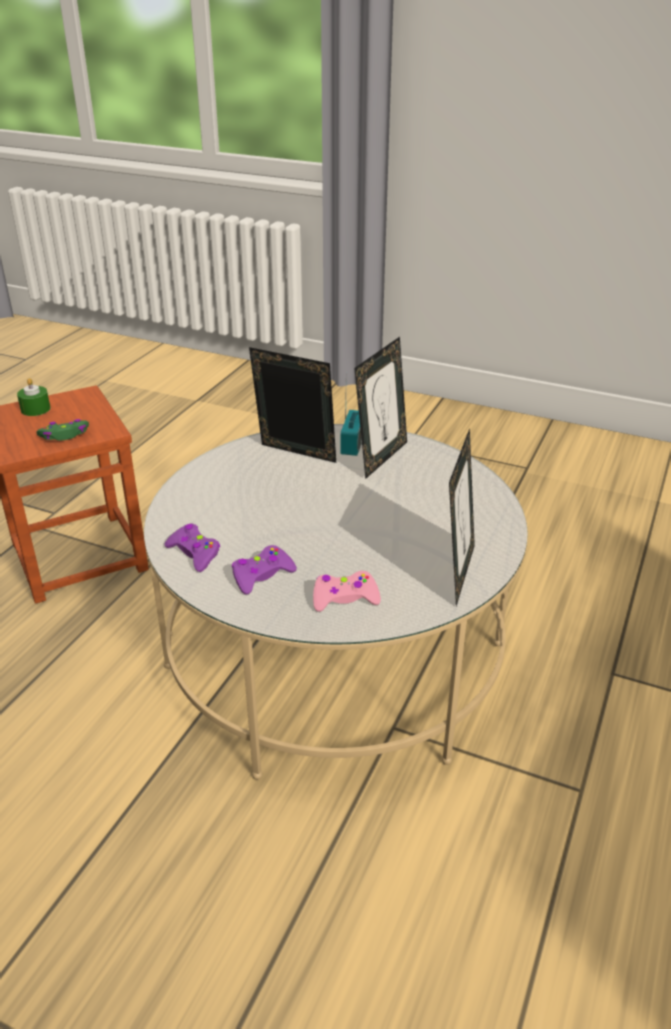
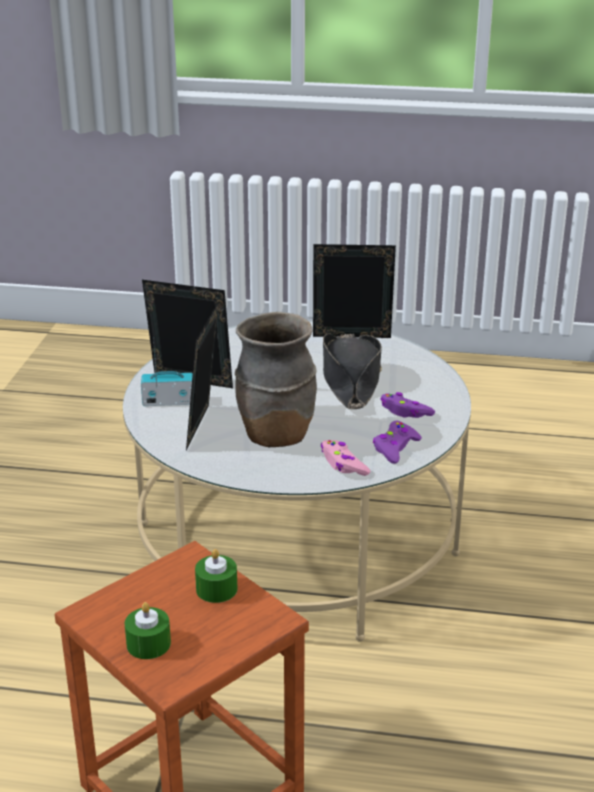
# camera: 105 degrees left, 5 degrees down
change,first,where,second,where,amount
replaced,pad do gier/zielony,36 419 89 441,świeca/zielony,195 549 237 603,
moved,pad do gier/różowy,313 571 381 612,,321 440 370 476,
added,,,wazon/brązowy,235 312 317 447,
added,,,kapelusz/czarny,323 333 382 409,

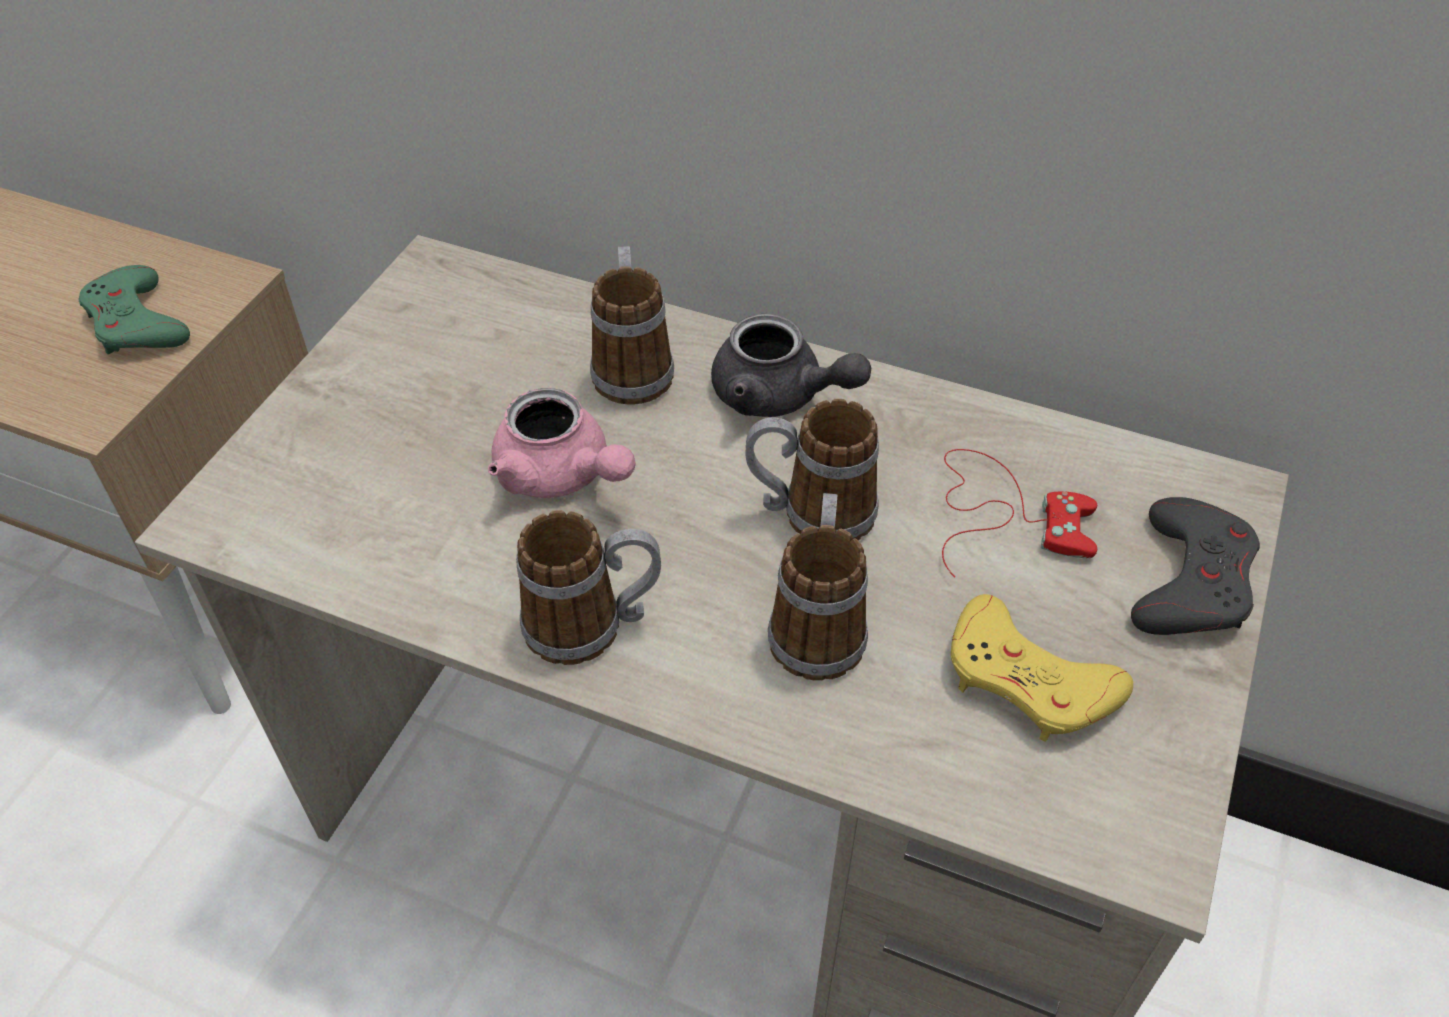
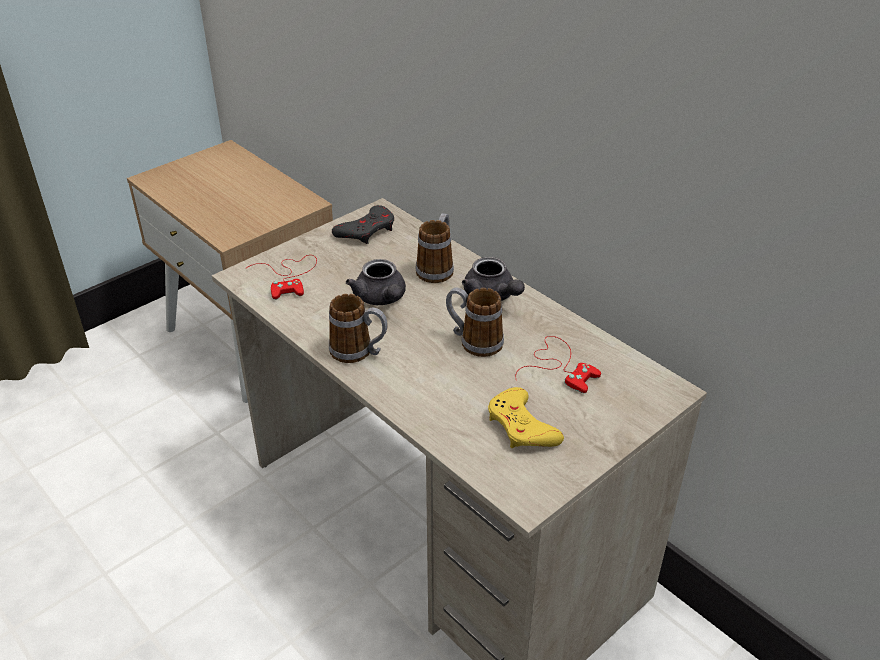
# camera: 25 degrees right, 10 degrees down
change,first,where,second,where,amount
removed,pad do gier/zielony,78 265 190 354,,,
recoloured,imbryk/różowy,488 388 636 498,imbryk/szary,346 259 406 305,
removed,kubek,768 493 868 681,,,
moved,pad do gier/szary,1131 497 1260 635,,332 205 394 244,
added,,,pad do gier/czerwony,247 255 317 300,

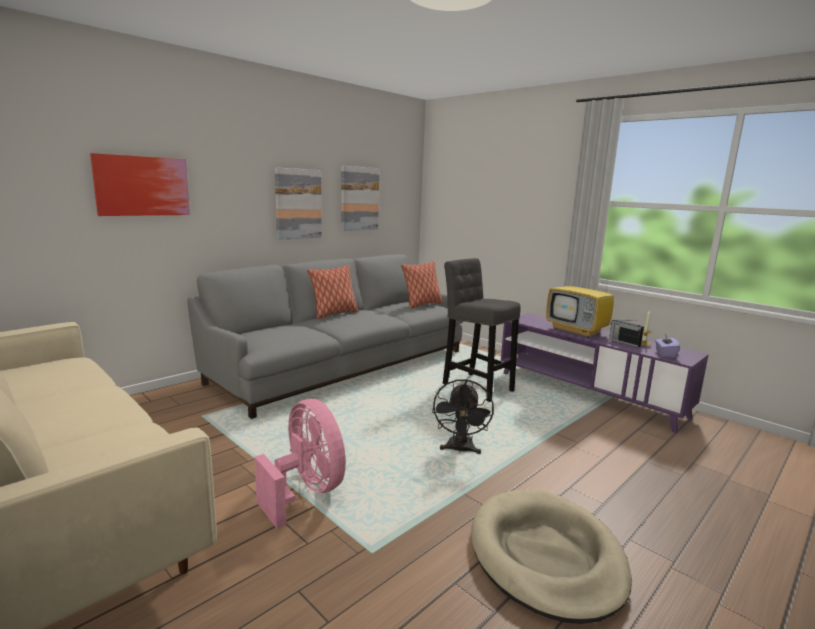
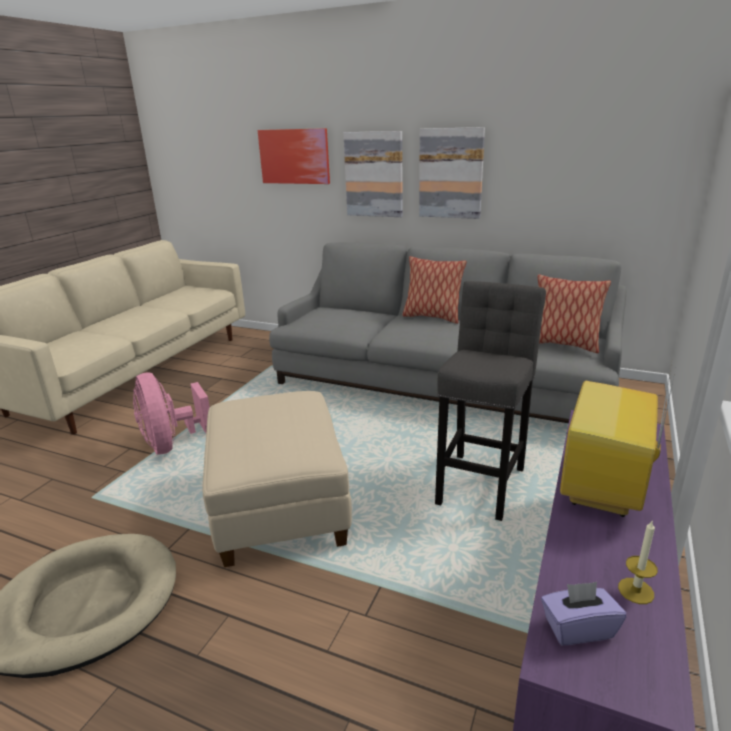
# camera: 70 degrees right, 10 degrees up
change,first,where,second,where,amount
turned,wentylator/różowy,254 399 346 529,,133 372 210 454,120 degrees clockwise
moved,obraz,341 166 379 231,,343 131 403 217,
replaced,wentylator/czarny,432 379 494 454,pufa/beżowy,202 391 352 567,
removed,radio,609 320 644 347,,,

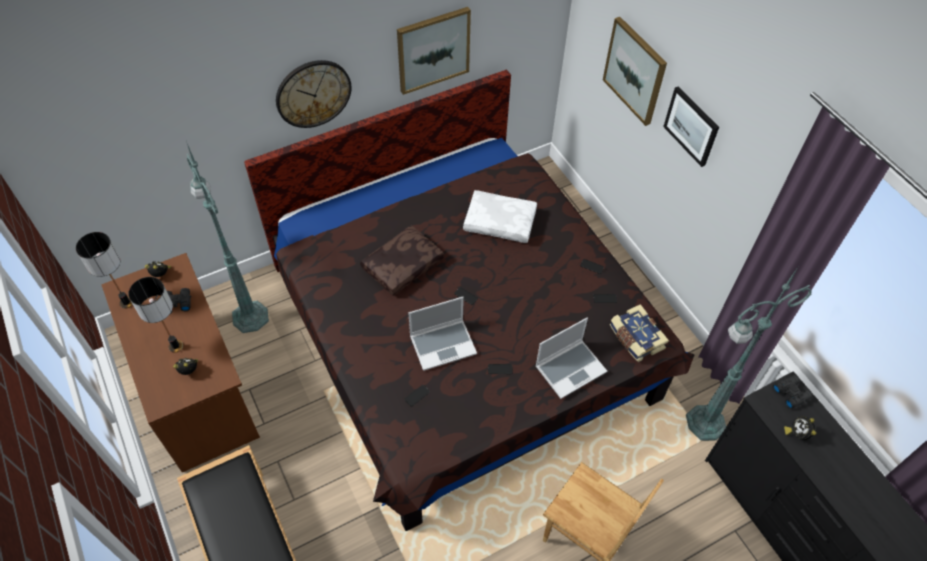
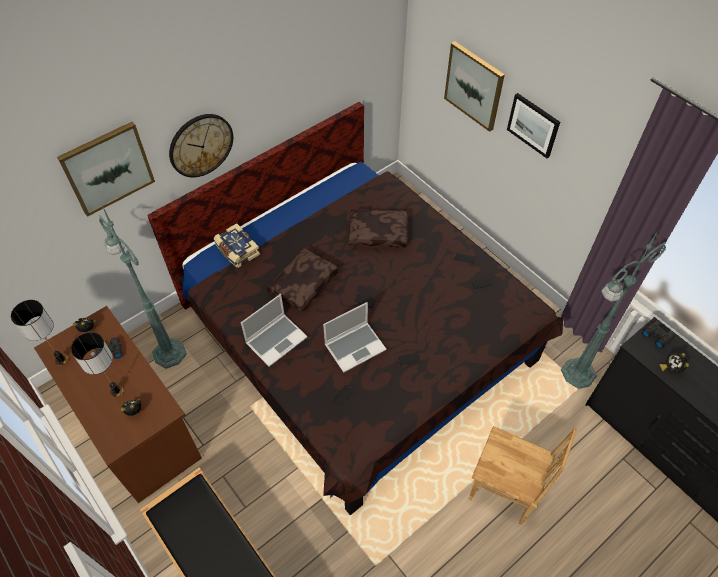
# camera: 10 degrees left, 0 degrees up
change,first,where,second,where,amount
moved,obraz,397 7 471 95,,57 122 155 217,
recoloured,poduszka/biały,463 190 537 243,poduszka/brązowy,349 209 407 248,
moved,laptop,536 317 607 399,,241 294 307 367,
moved,książka,610 304 669 362,,214 223 260 268,

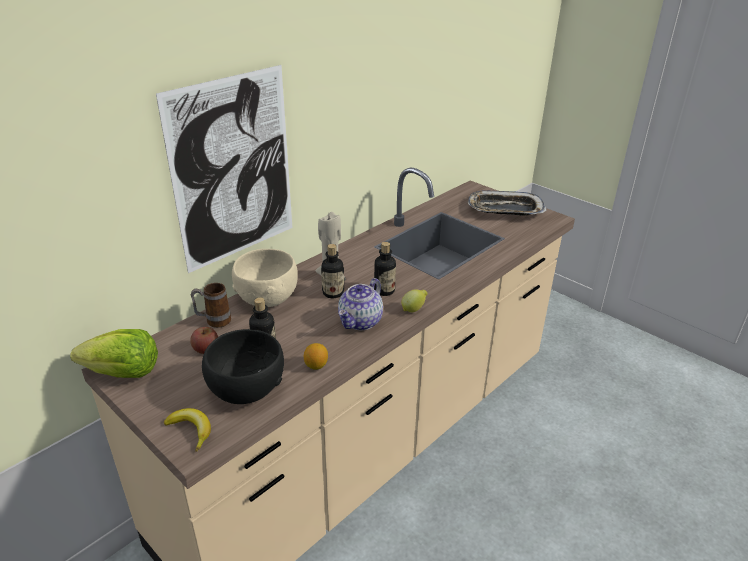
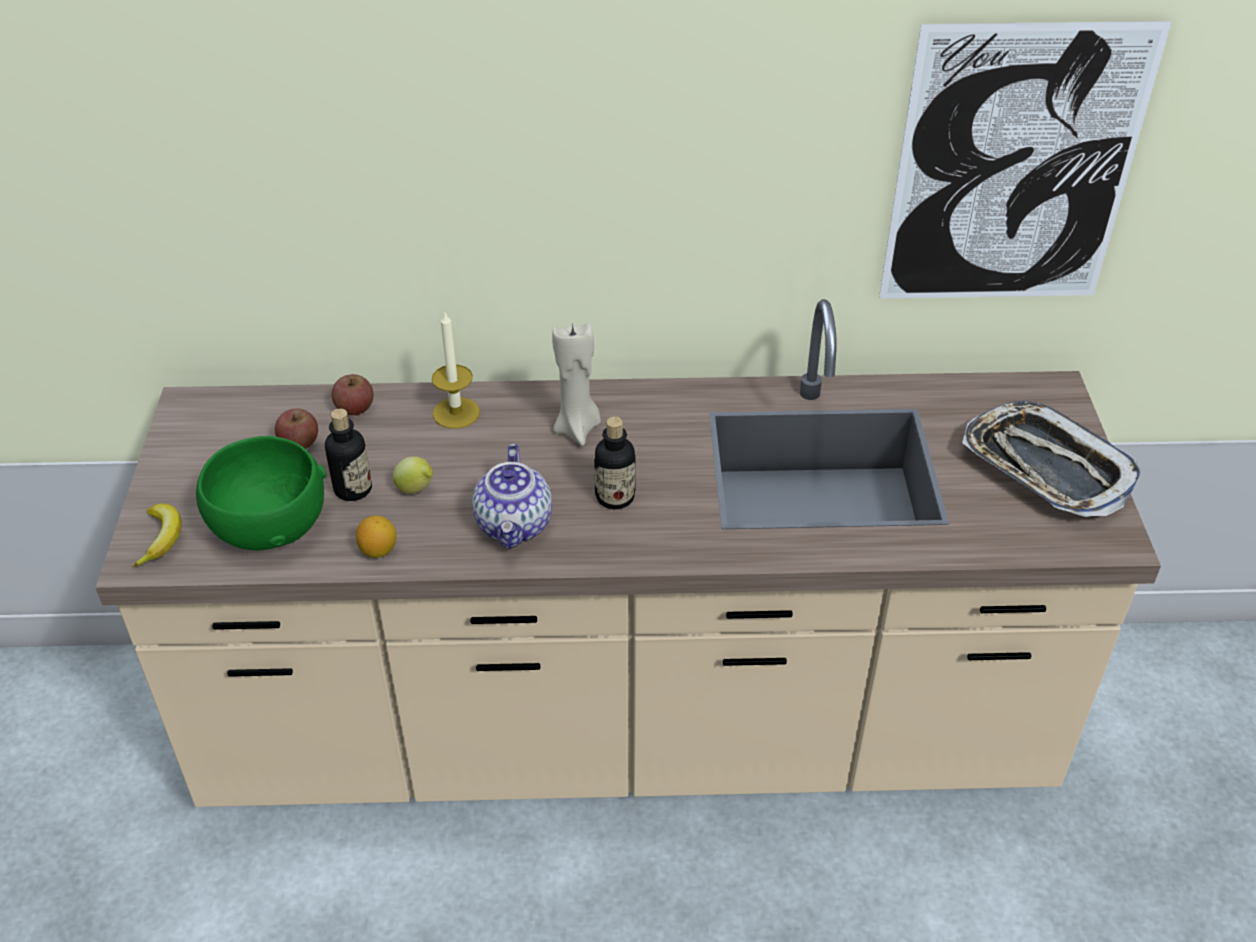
# camera: 45 degrees right, 10 degrees up
change,first,where,second,where,amount
removed,sałata,70 329 158 378,,,
moved,obraz,156 65 292 273,,879 21 1172 299,
replaced,kubek,191 283 231 328,jabłko,332 374 373 415,
recoloured,miska/czarny,202 329 284 404,miska/zielony,196 436 326 550,
replaced,miska/beżowy,232 249 298 307,świeca,432 312 480 429,
removed,butelka,321 244 344 298,,,
turned,imbryk,338 278 383 330,,472 444 552 549,75 degrees counterclockwise
moved,cytryna,401 289 428 312,,393 457 433 494,

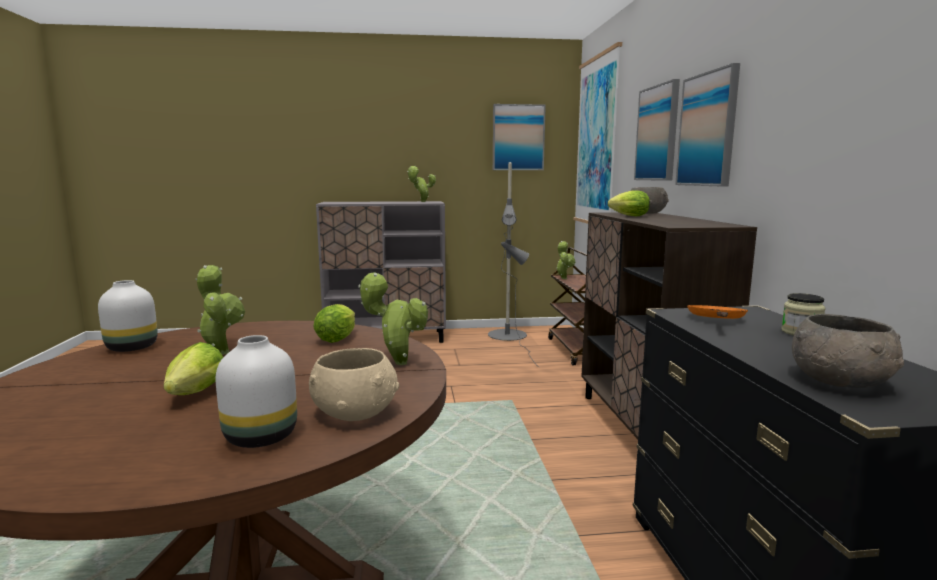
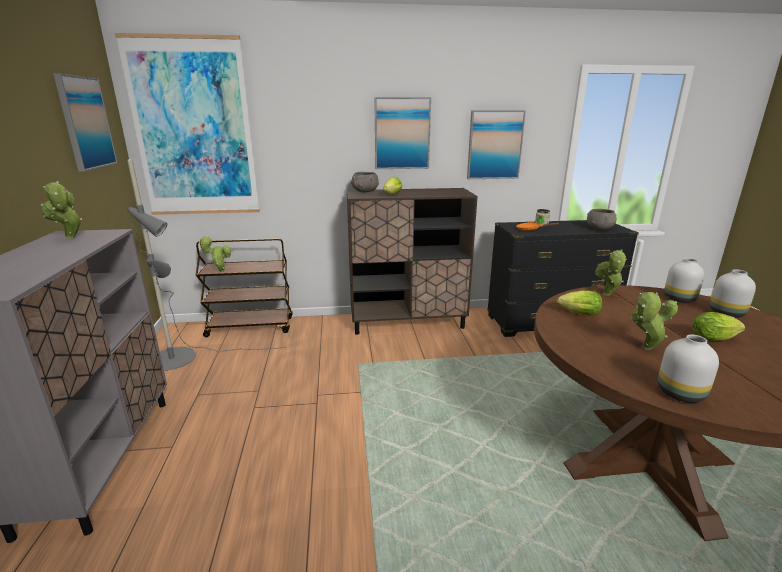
# camera: 90 degrees left, 10 degrees up
change,first,where,second,where,amount
replaced,miska/beżowy,309 348 399 421,wazon/biały,664 258 704 303,
moved,obraz,634 79 680 181,,467 110 526 179,

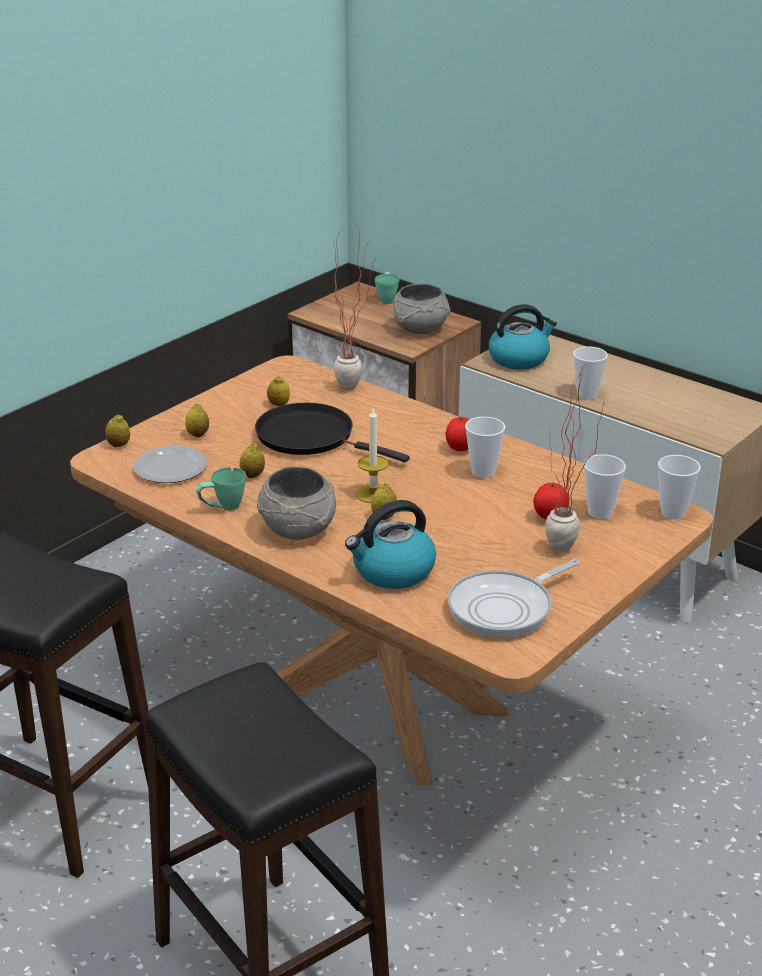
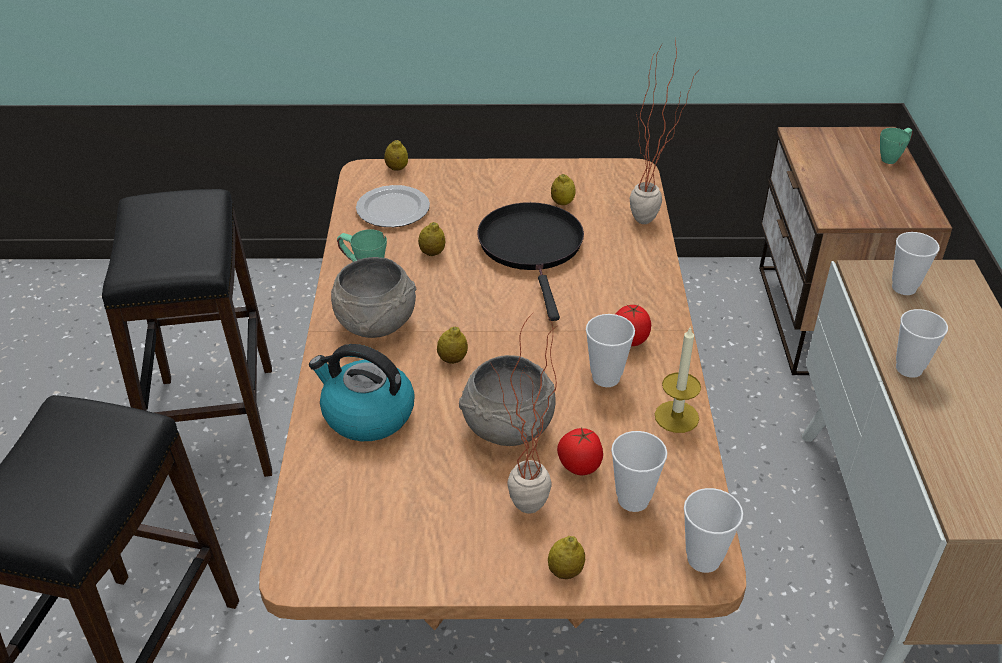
# camera: 50 degrees right, 10 degrees up
change,first,where,second,where,amount
moved,cytryna,185 404 209 437,,548 536 585 579,
moved,świeca,355 409 389 503,,655 326 701 433,
moved,miska/szary,393 284 450 334,,459 355 556 446,
removed,patelnia,448 559 580 638,,,
replaced,czajnik,489 304 557 370,filiżanka,892 232 940 295,

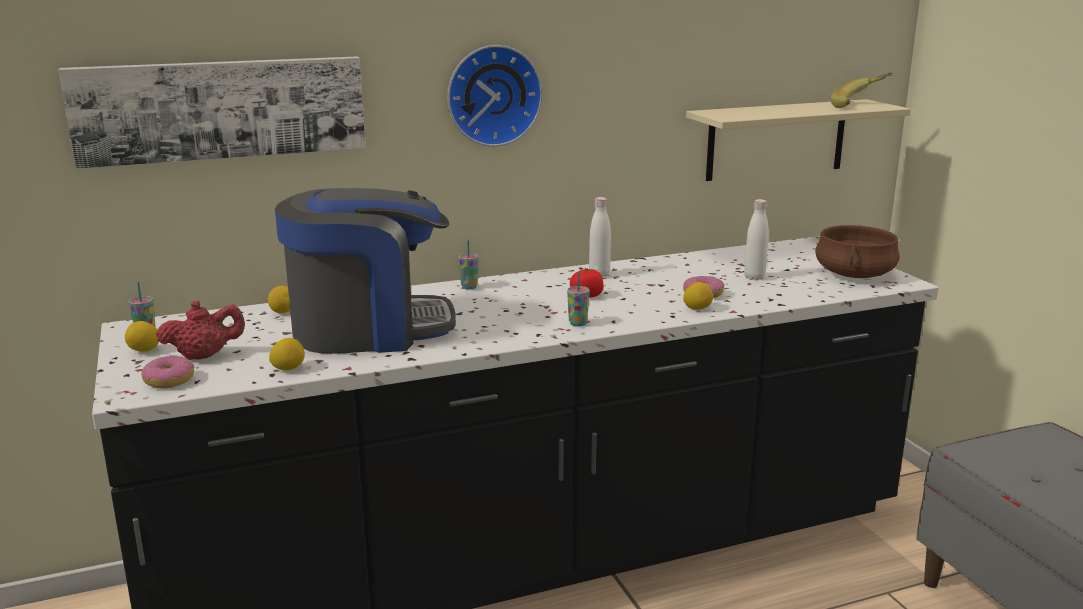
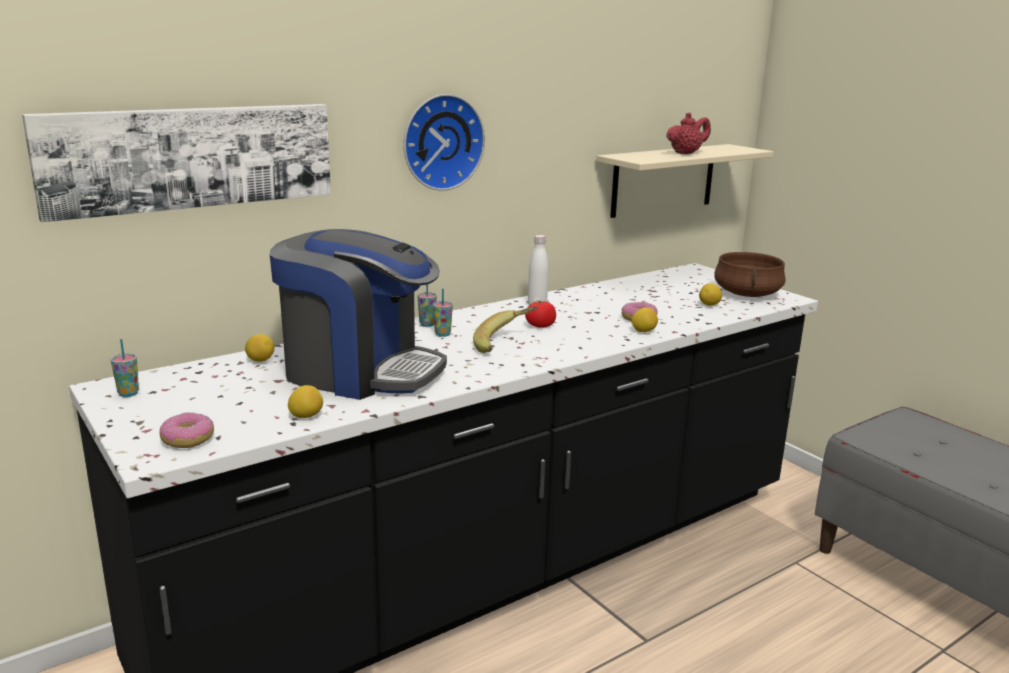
# camera: 15 degrees left, 0 degrees up
change,first,where,second,where,amount
moved,cytryna,125 321 159 352,,699 283 722 306,
moved,imbryk/czerwony,156 301 245 360,,666 113 711 154,
turned,ekspres do kawy,275 188 456 354,,270 229 447 400,45 degrees clockwise
moved,filiżanka,567 272 590 327,,433 288 453 337,
removed,butelka/biały,744 199 769 280,,,
moved,banan,831 73 892 108,,473 307 537 353,

